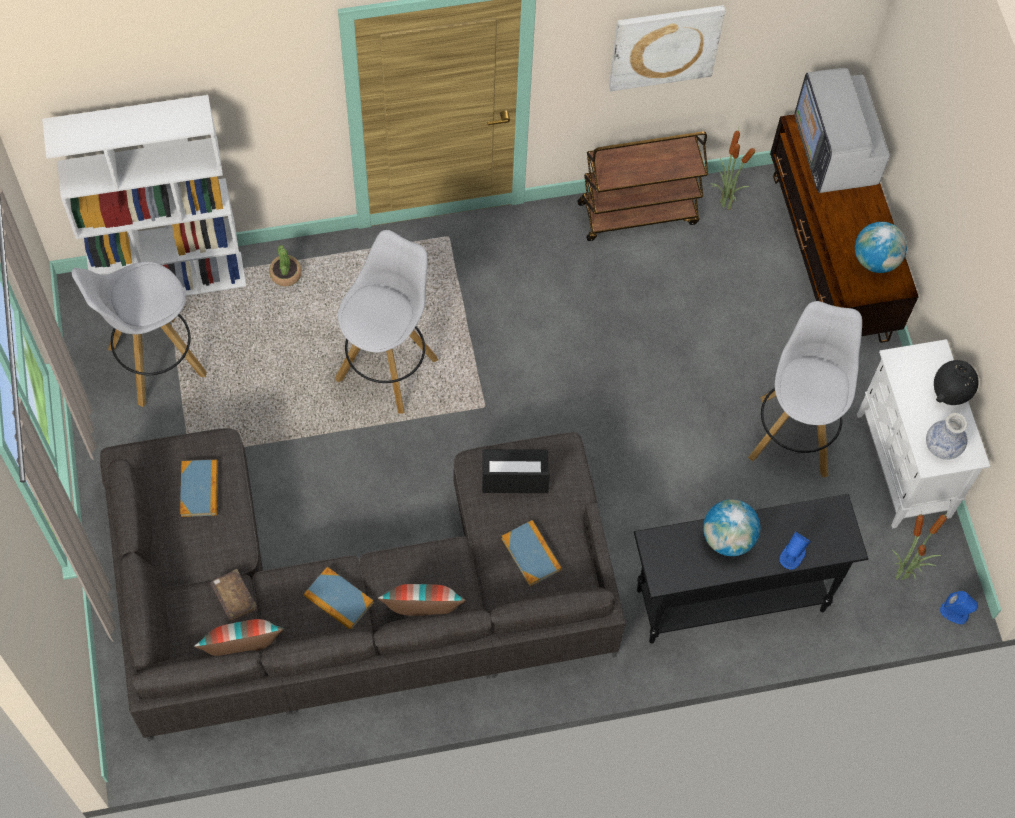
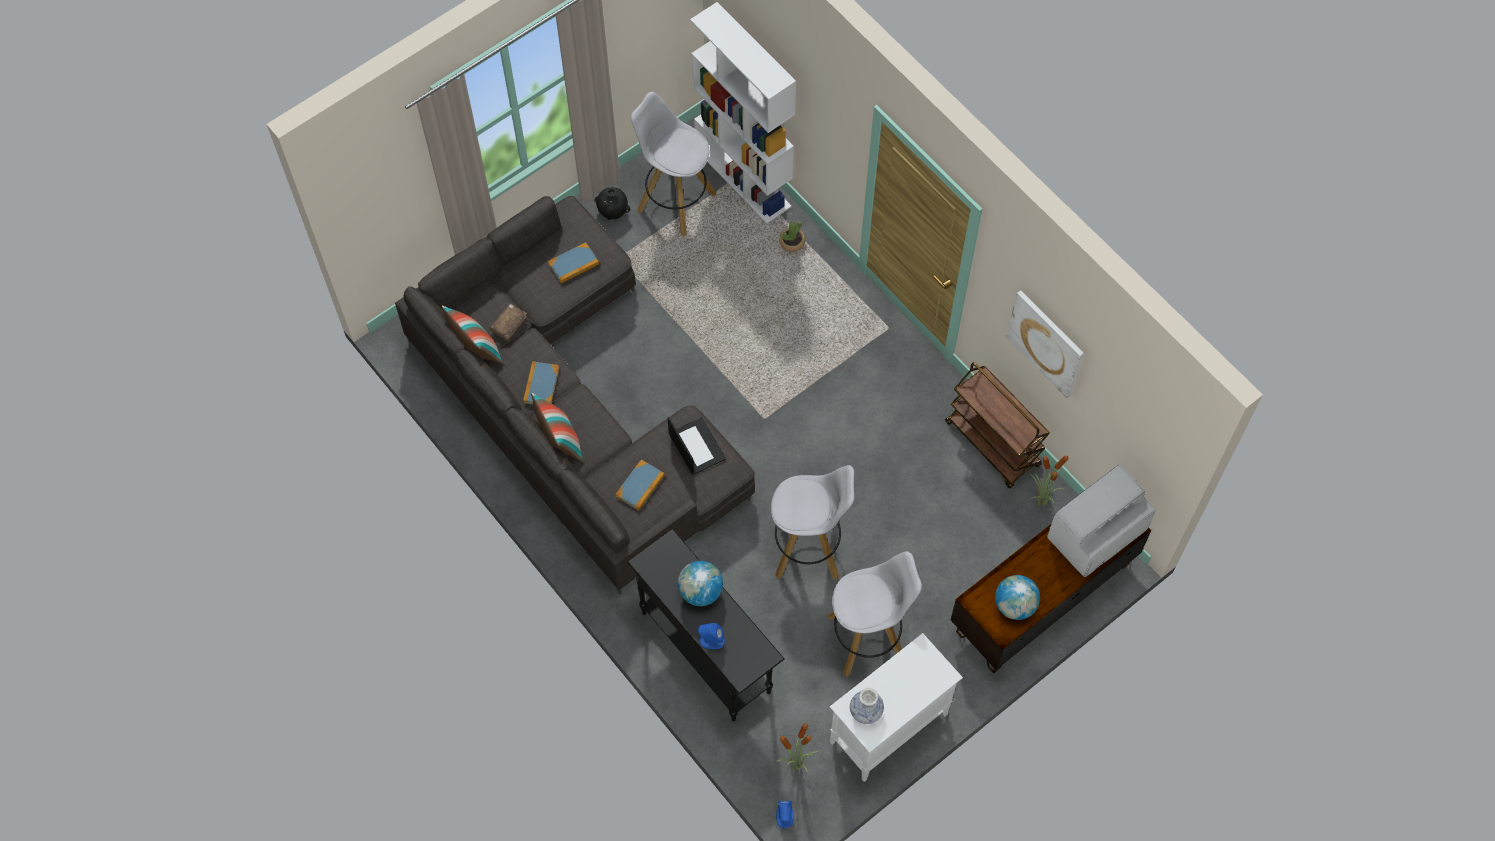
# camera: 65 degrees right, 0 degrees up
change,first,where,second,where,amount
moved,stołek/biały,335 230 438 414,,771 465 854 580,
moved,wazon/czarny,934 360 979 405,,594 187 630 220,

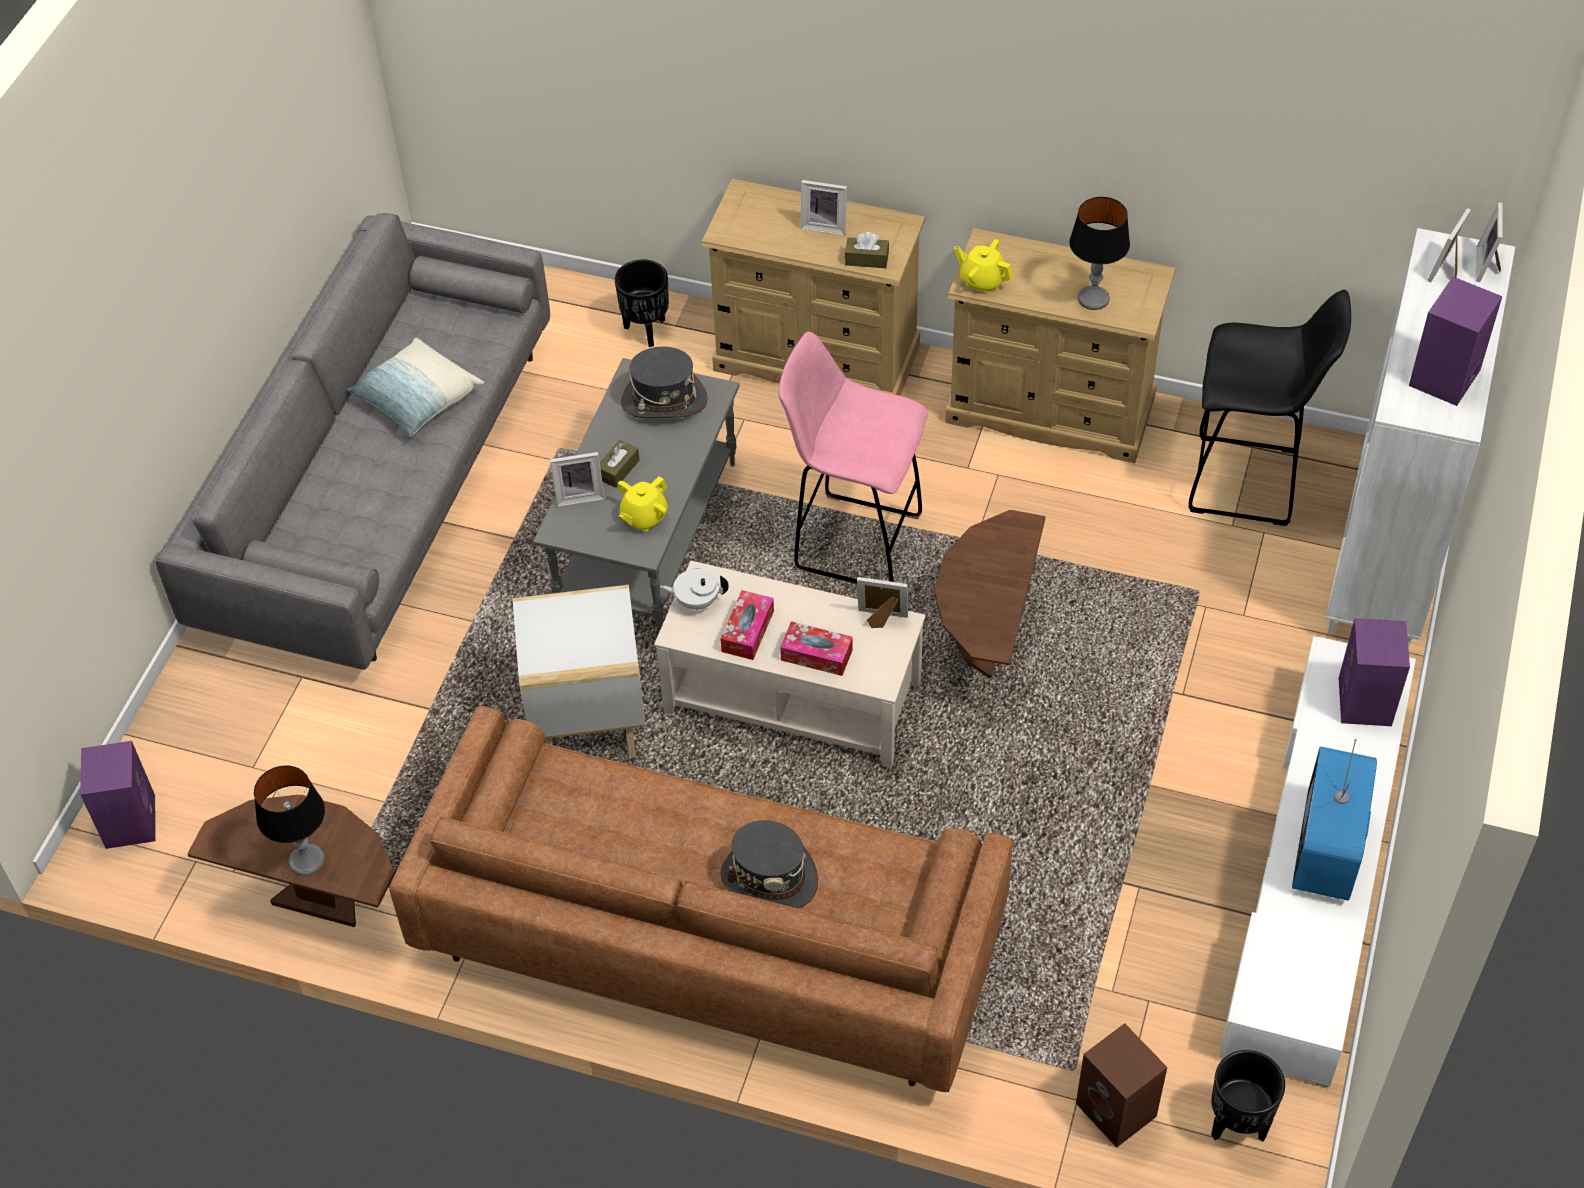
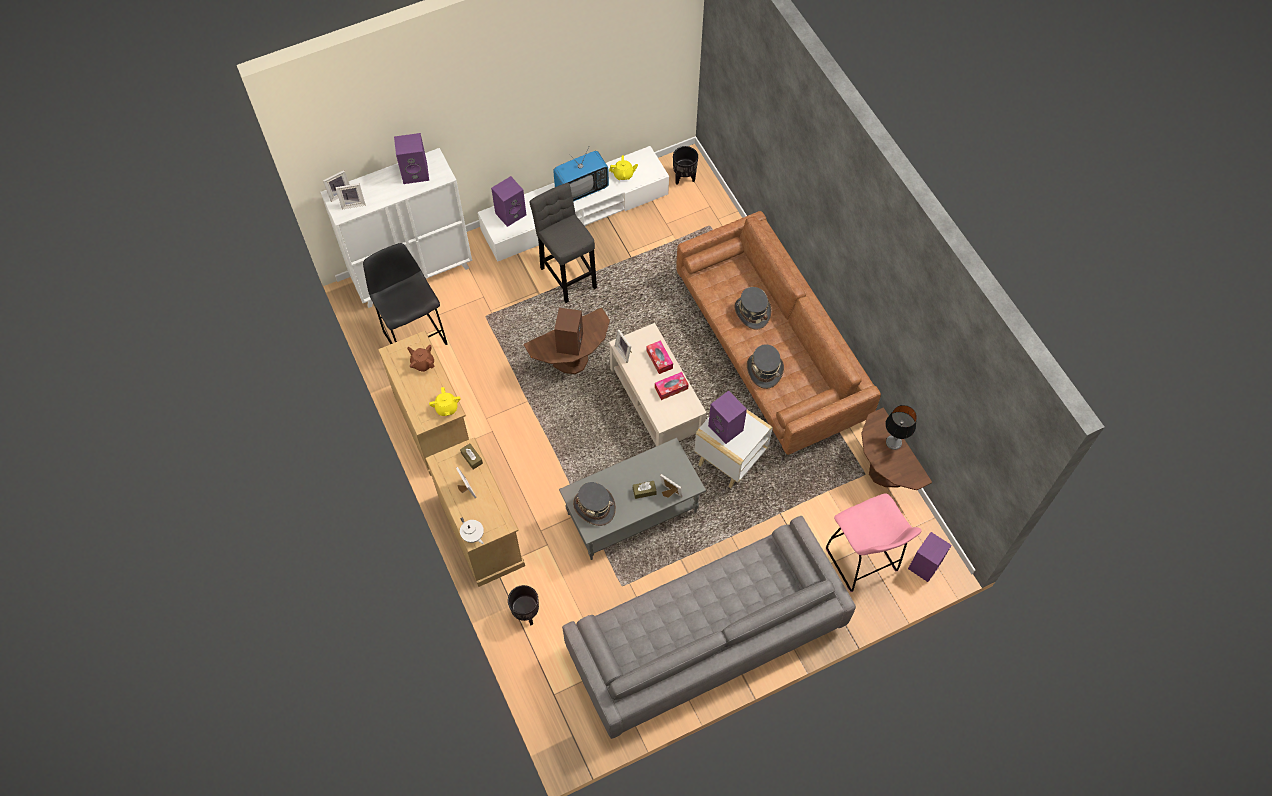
# camera: 135 degrees left, 10 degrees up
change,first,where,second,where,amount
removed,poduszka,346 338 484 437,,,
moved,imbryk/żółty,618 476 668 532,,609 155 638 180,
moved,imbryk/biały,660 569 729 610,,460 518 484 544,
moved,stołek/różowy,778 332 928 584,,826 493 921 592,
replaced,lampa stołowa,1069 197 1130 310,imbryk/brązowy,407 345 435 372,
moved,głośnik/brązowy,1076 1023 1167 1148,,554 308 583 356,
added,,,stołek/szary,529 183 597 303,
added,,,głośnik/fioletowy,708 391 747 444,
added,,,kapelusz/szary,747 344 784 389,

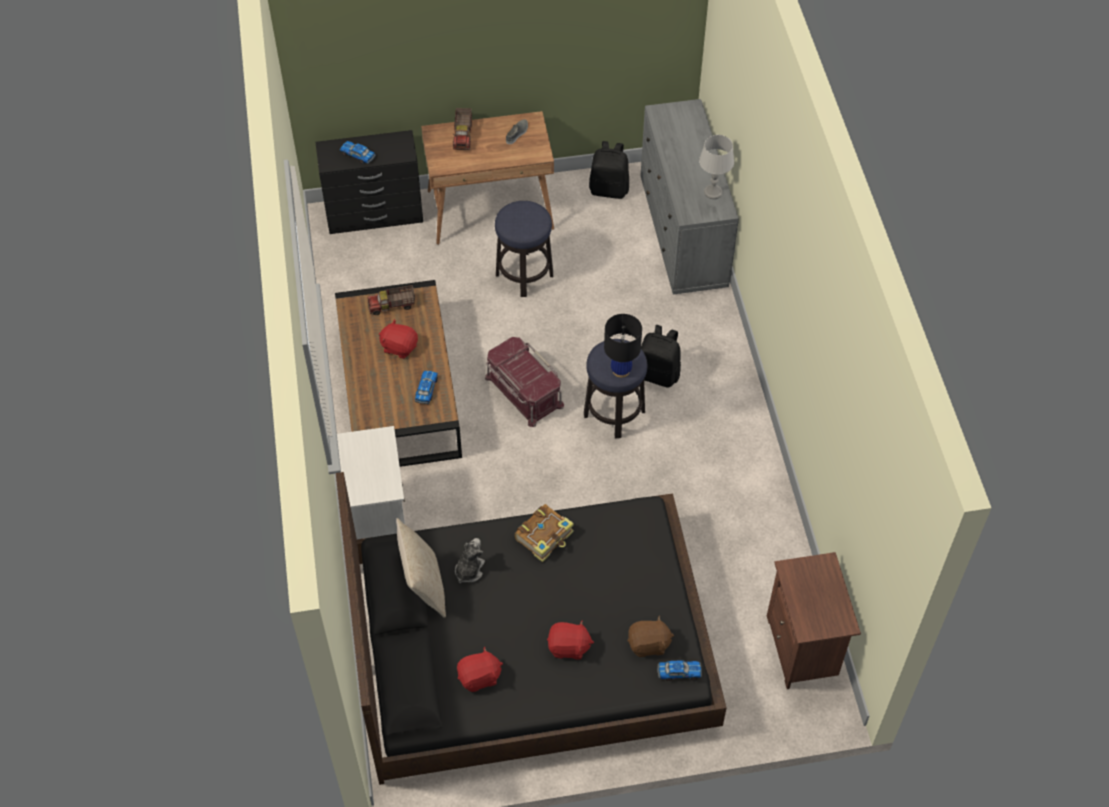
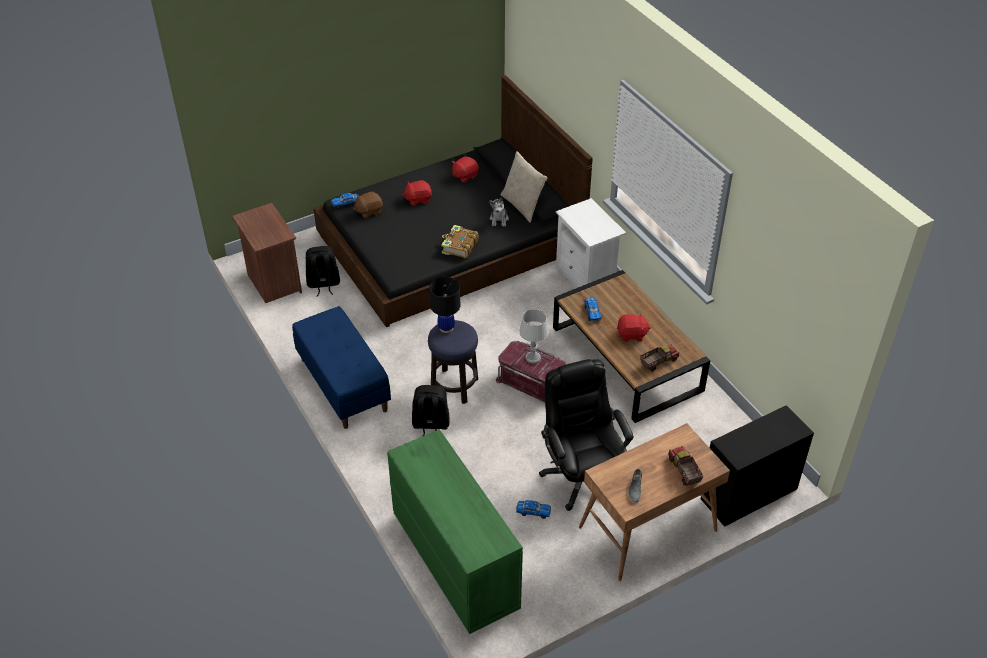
# camera: 160 degrees right, 10 degrees down
change,first,where,second,where,amount
moved,samochodzik,340 141 376 164,,516 500 551 519,
replaced,stołek,495 201 553 297,krzesło biurowe/czarny,539 359 634 511,
moved,plecak/czarny,589 141 629 199,,306 246 340 297,
recoloured,komoda/szary,641 99 739 295,komoda/zielony,387 429 523 634,
moved,lampa stołowa/szary,699 135 734 199,,519 309 549 364,
added,,,ławka/niebieski,292 306 391 429,

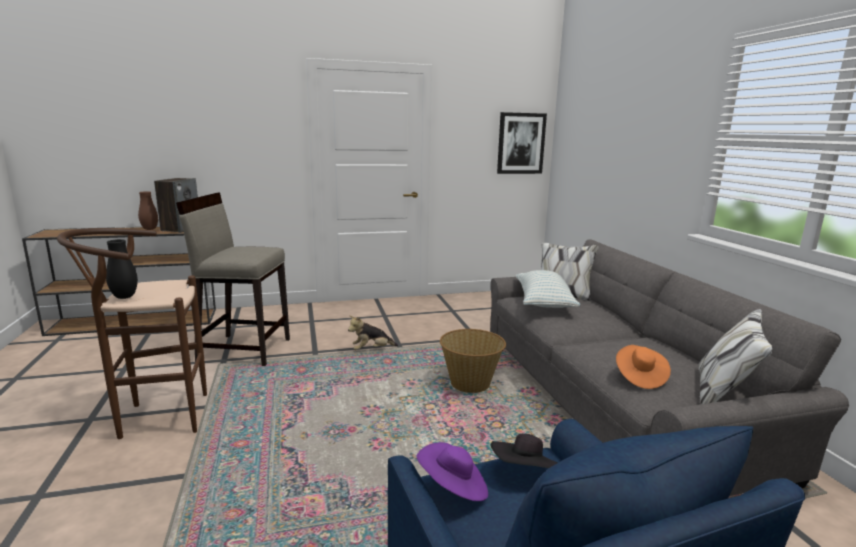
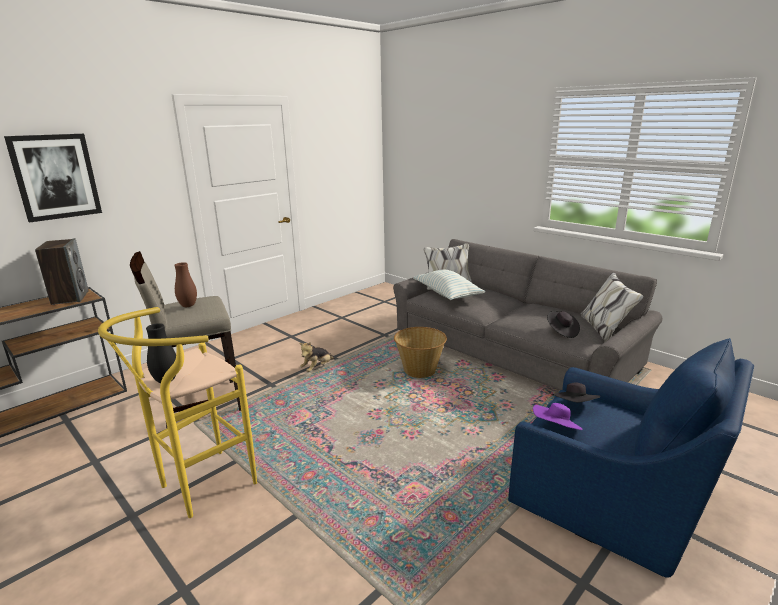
# camera: 30 degrees left, 5 degrees up
change,first,where,second,where,amount
recoloured,stołek/brązowy,57 228 207 439,stołek/żółty,98 307 257 518,
moved,wazon/brązowy,138 191 158 230,,175 262 197 307,
moved,obraz,497 112 547 174,,4 134 102 223,
recoloured,kapelusz/pomarańczowy,616 345 671 389,kapelusz/czarny,547 311 580 338,

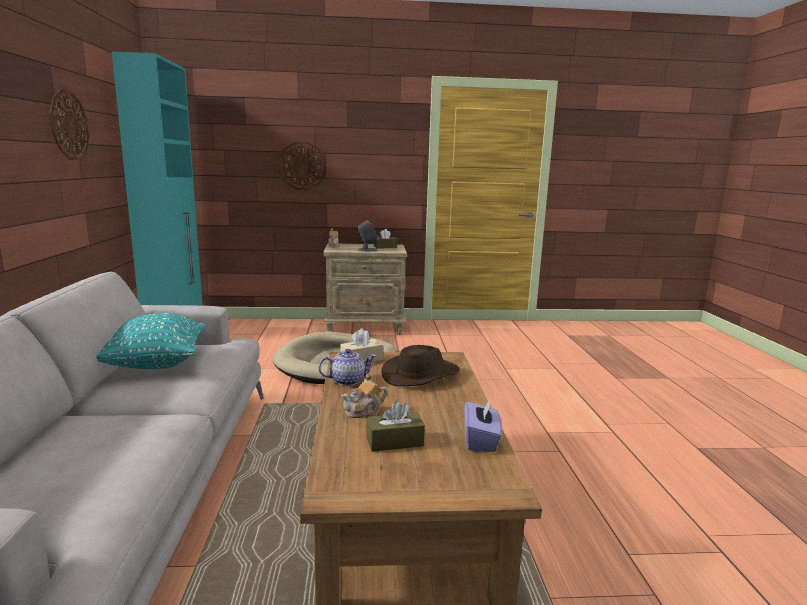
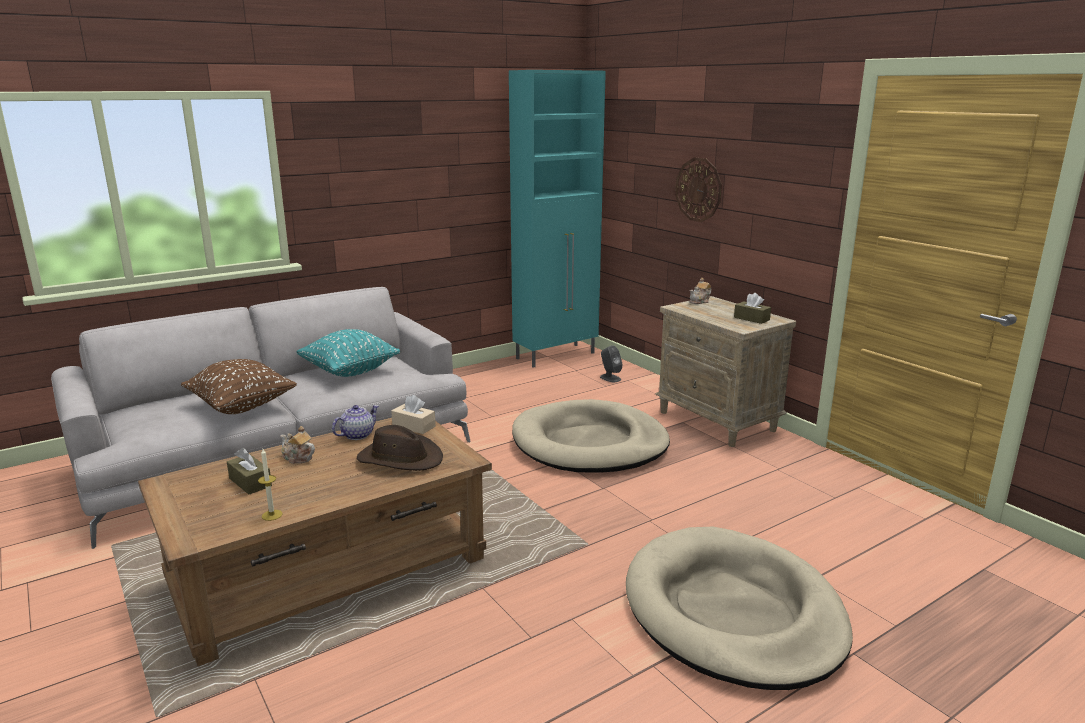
# camera: 60 degrees right, 5 degrees up
change,first,where,second,where,amount
removed,zegar ścienny,50 89 89 160,,,
turned,imbryk,318 349 376 386,,332 405 379 440,90 degrees counterclockwise
moved,głośnik/szary,357 220 378 251,,600 346 623 382,
replaced,pudełko chusteczek/fioletowy,465 398 502 452,świeca,258 449 283 521,
added,,,poduszka/brązowy,181 359 297 414,
added,,,legowisko/beżowy,626 527 853 690,

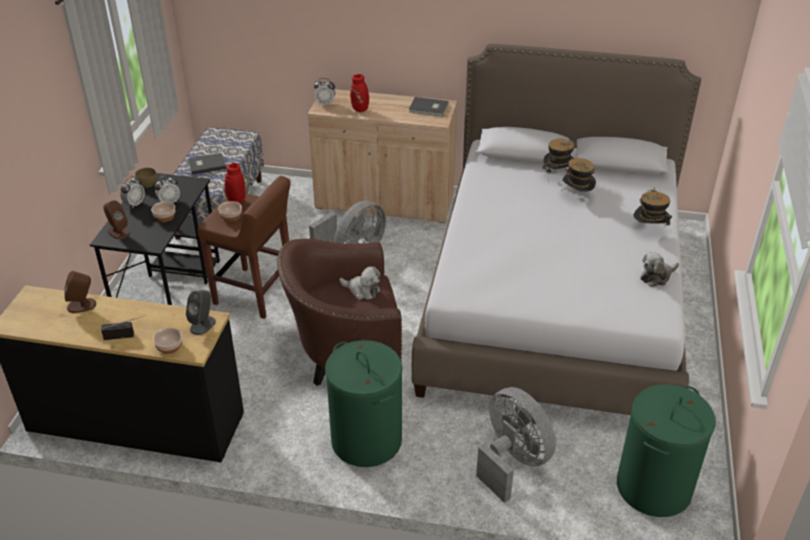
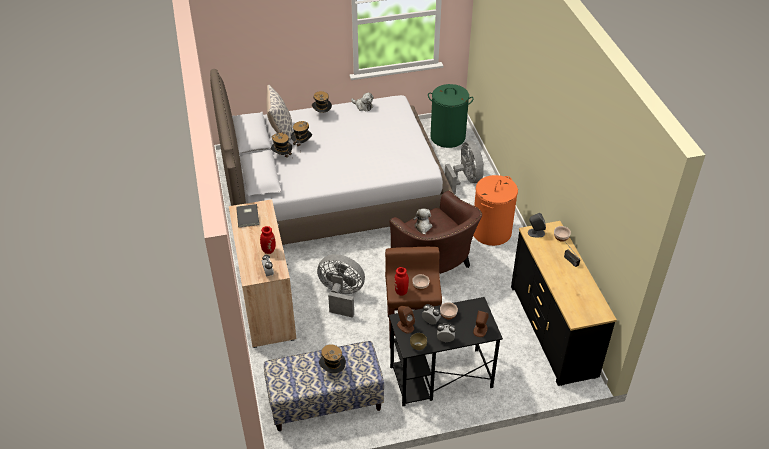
# camera: 115 degrees left, 5 degrees up
change,first,where,second,where,amount
moved,głośnik/brązowy,64 271 96 313,,397 306 415 334,
replaced,książka/szary,188 153 226 175,kapelusz,319 344 346 373,
recoloured,kosz na pranie/zielony,325 340 403 467,kosz na pranie/pomarańczowy,473 175 518 246,
turned,wentylator/szary,476 387 556 503,,445 141 484 194,135 degrees clockwise
added,,,poduszka,266 85 292 143,

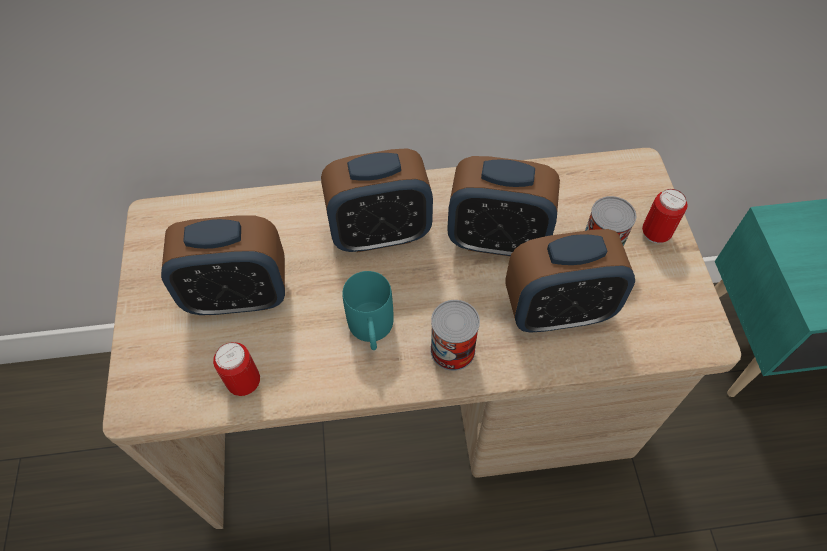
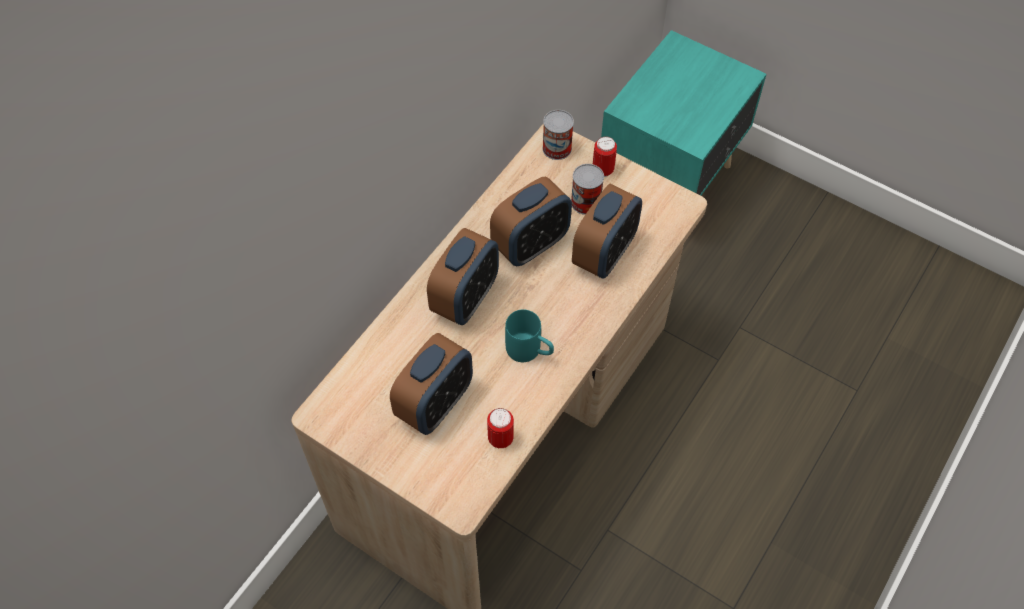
# camera: 50 degrees left, 0 degrees up
change,first,where,second,where,amount
moved,puszka,430 300 480 371,,542 110 574 160,

